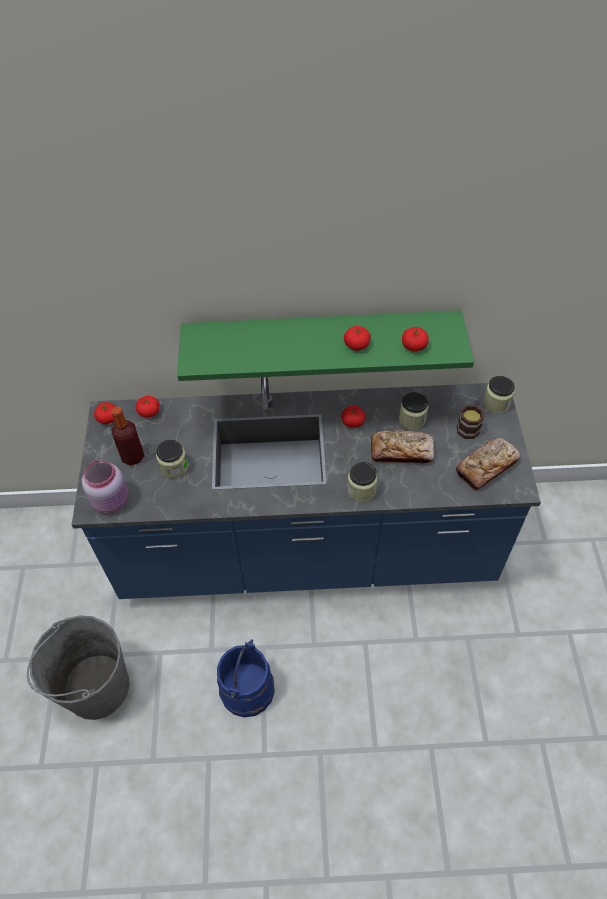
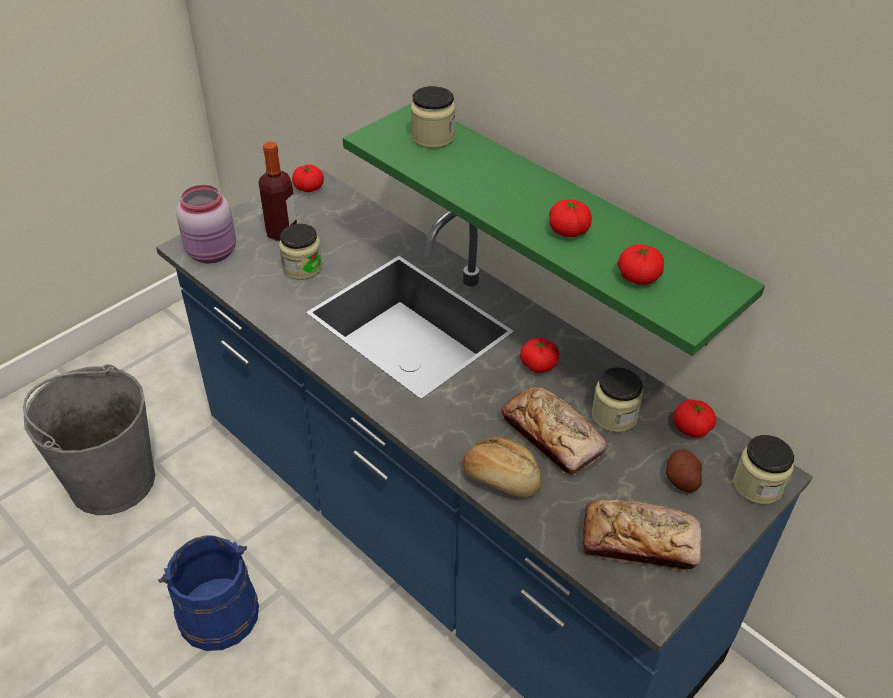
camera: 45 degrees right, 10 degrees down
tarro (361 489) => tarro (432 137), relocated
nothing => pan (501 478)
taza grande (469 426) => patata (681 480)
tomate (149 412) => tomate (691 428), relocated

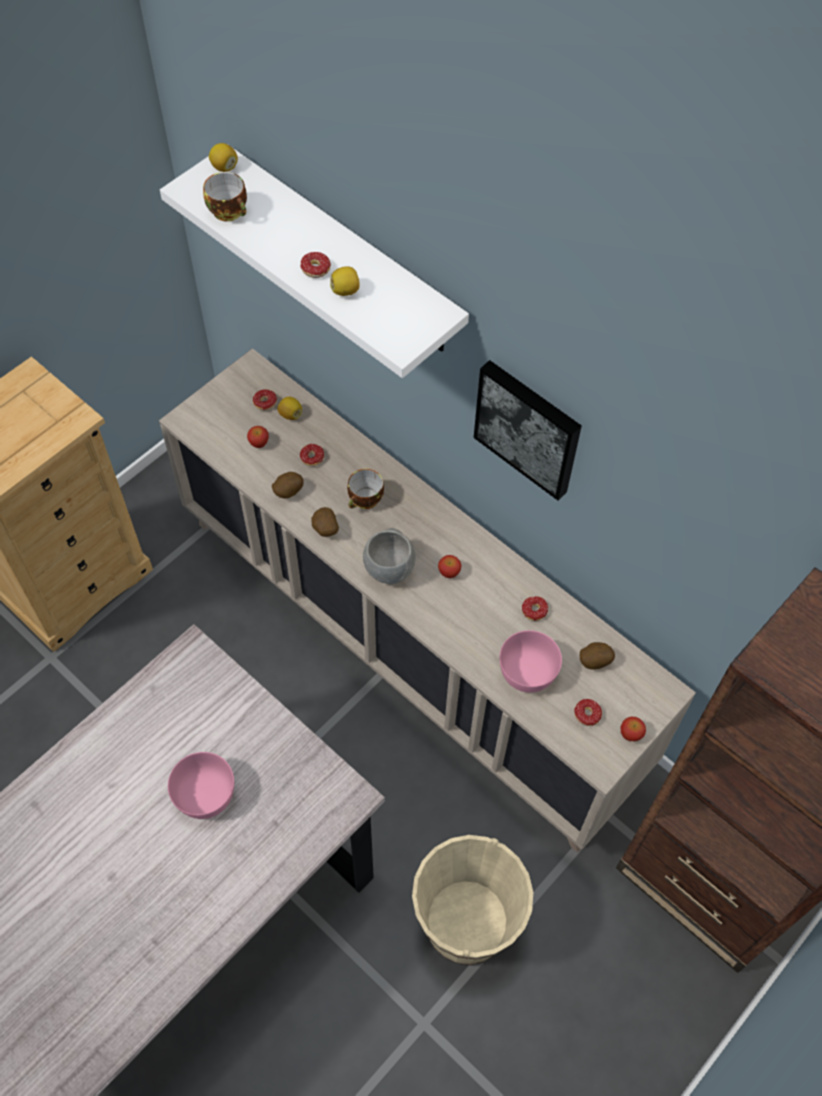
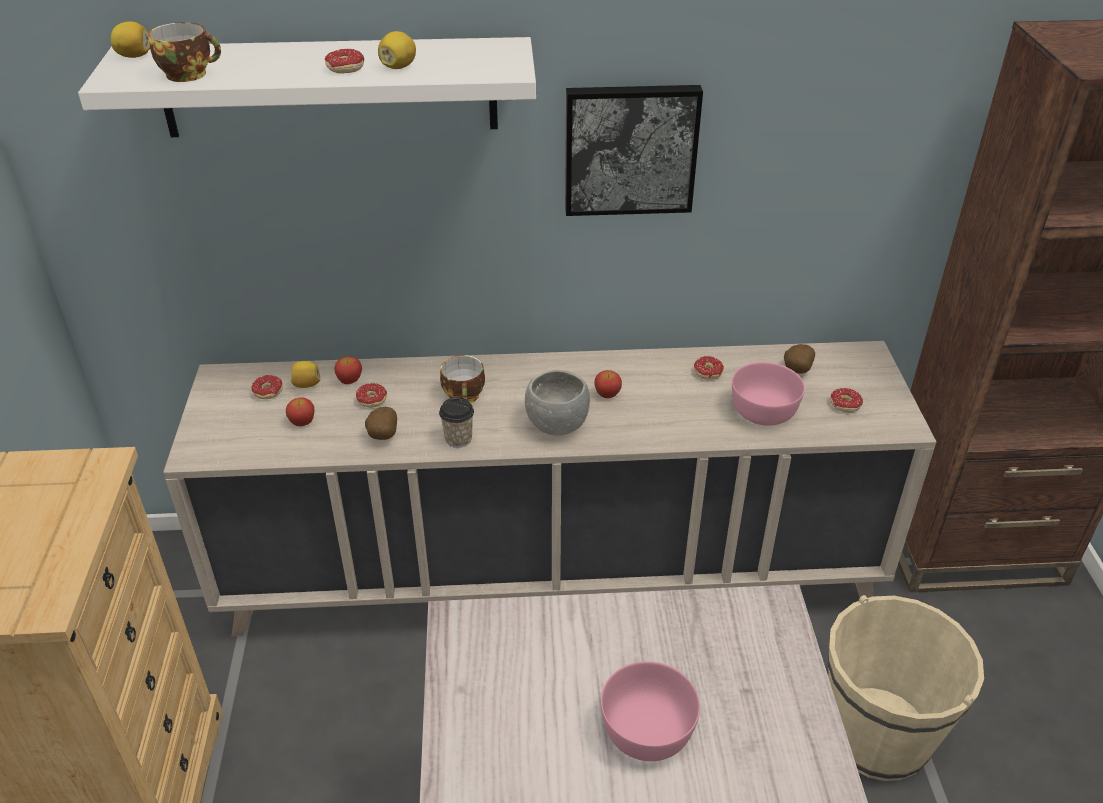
camera: 45 degrees left, 20 degrees down
manzana (631 734) => manzana (350 380), relocated
patata (325 530) => taza (458 439)

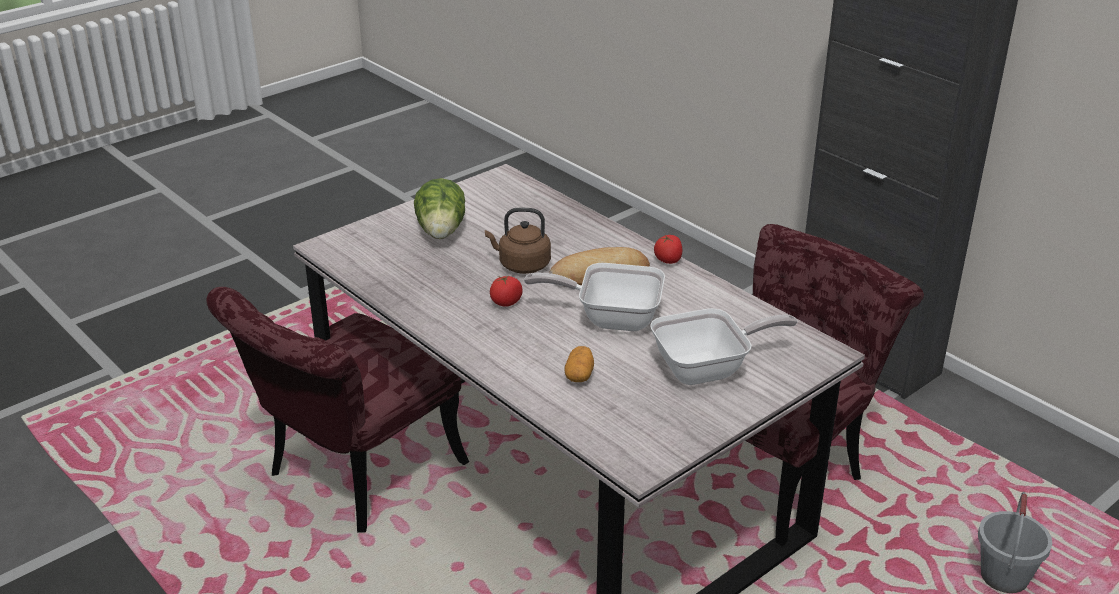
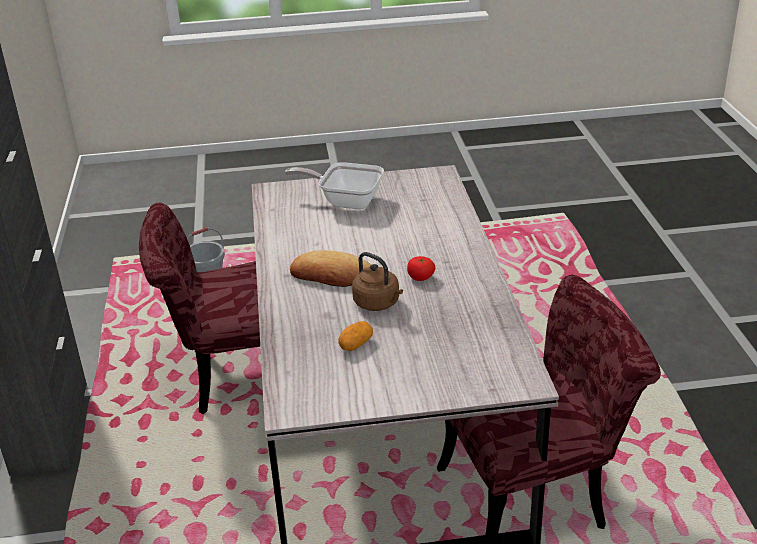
camera: 145 degrees left, 0 degrees up
patata (579 375) => patata (355 344), relocated
lechuga (441 233) => nothing
sartén (610 318) => nothing
tomate (668 260) => nothing

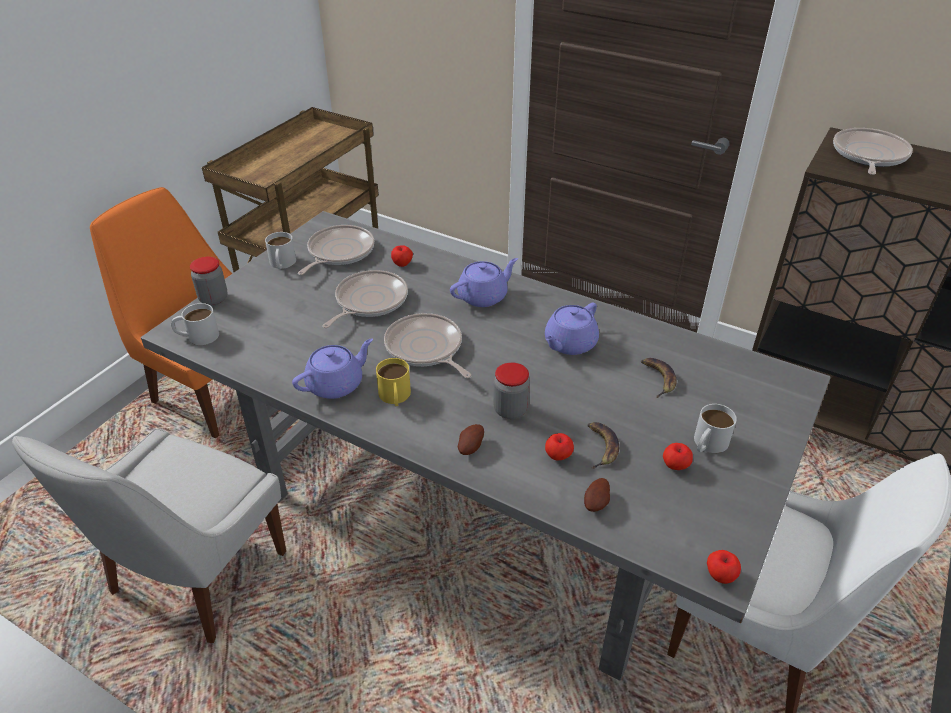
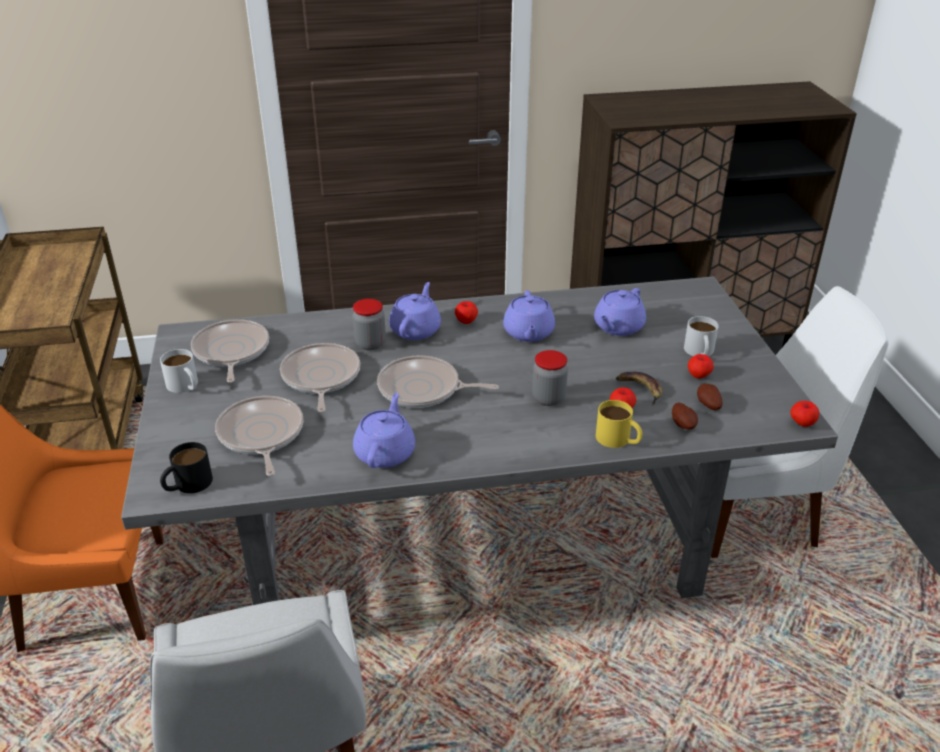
camera: 40 degrees left, 5 degrees down
taza grande (blanco) (197 336) => taza grande (negro) (187 484)
sartén (868 156) => sartén (261 435), relocated
tarro (213 299) => tarro (370 344), relocated
manzana (402 264) => manzana (466 321), relocated
plátano (658 378) => tetera (morado) (618 327)
taza grande (amarillo) (395 397) => taza grande (amarillo) (618 440), relocated
patata (470 447) => patata (707 405), relocated

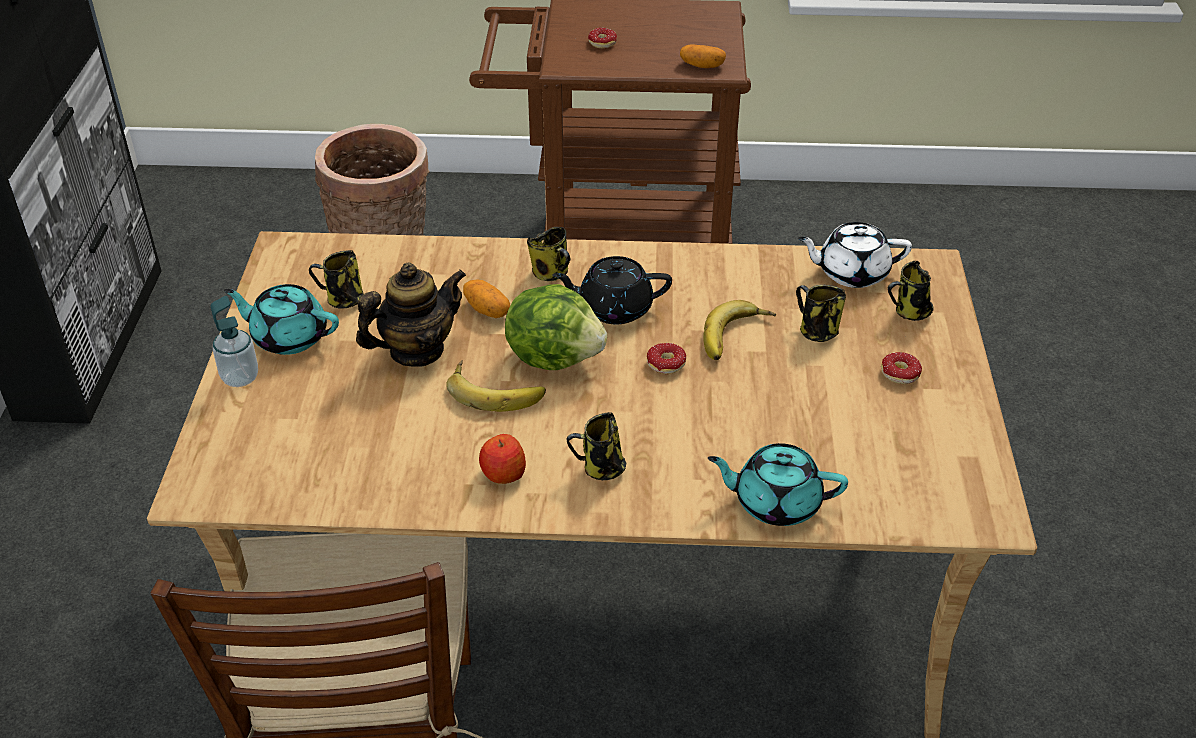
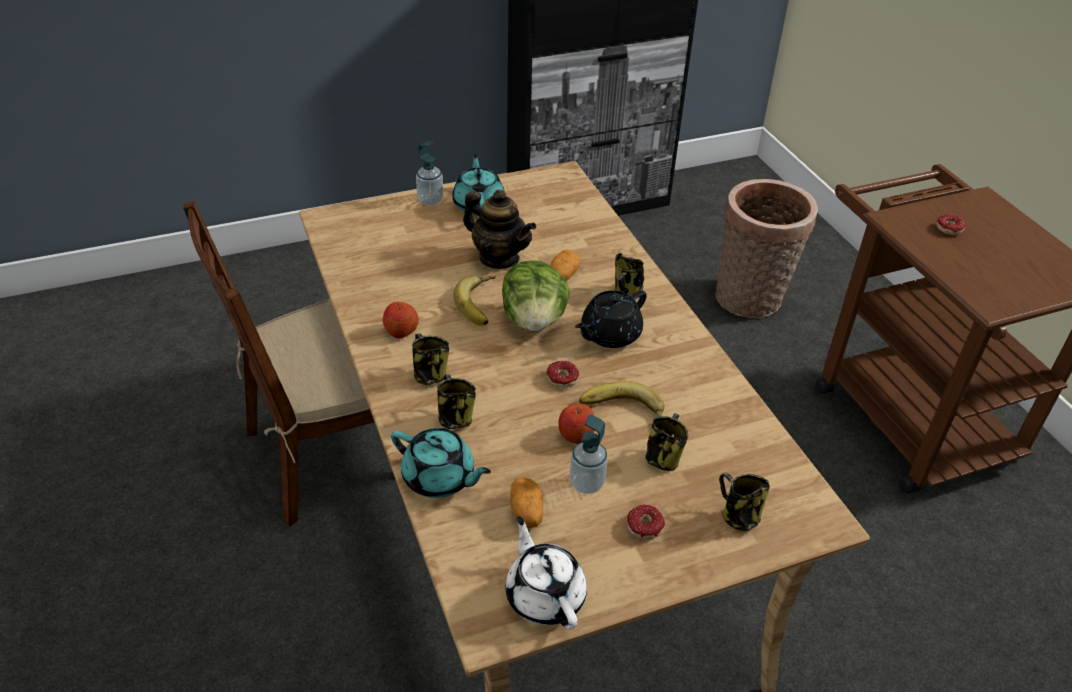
camera: 65 degrees right, 0 degrees up
tetera (turquesa) (775 502) => tetera (turquesa) (439 478), 135 degrees clockwise
taza grande (343 300) => taza grande (454 418), relocated
tetera (blanco) (851 272) => tetera (blanco) (544 595), relocated
patata (702 66) => patata (526 512), relocated
nothing => manzana (576 435)
nothing => dispensador de jabón (586 483)
tetera (negro) (613 308) => tetera (negro) (609 334), 105 degrees counterclockwise

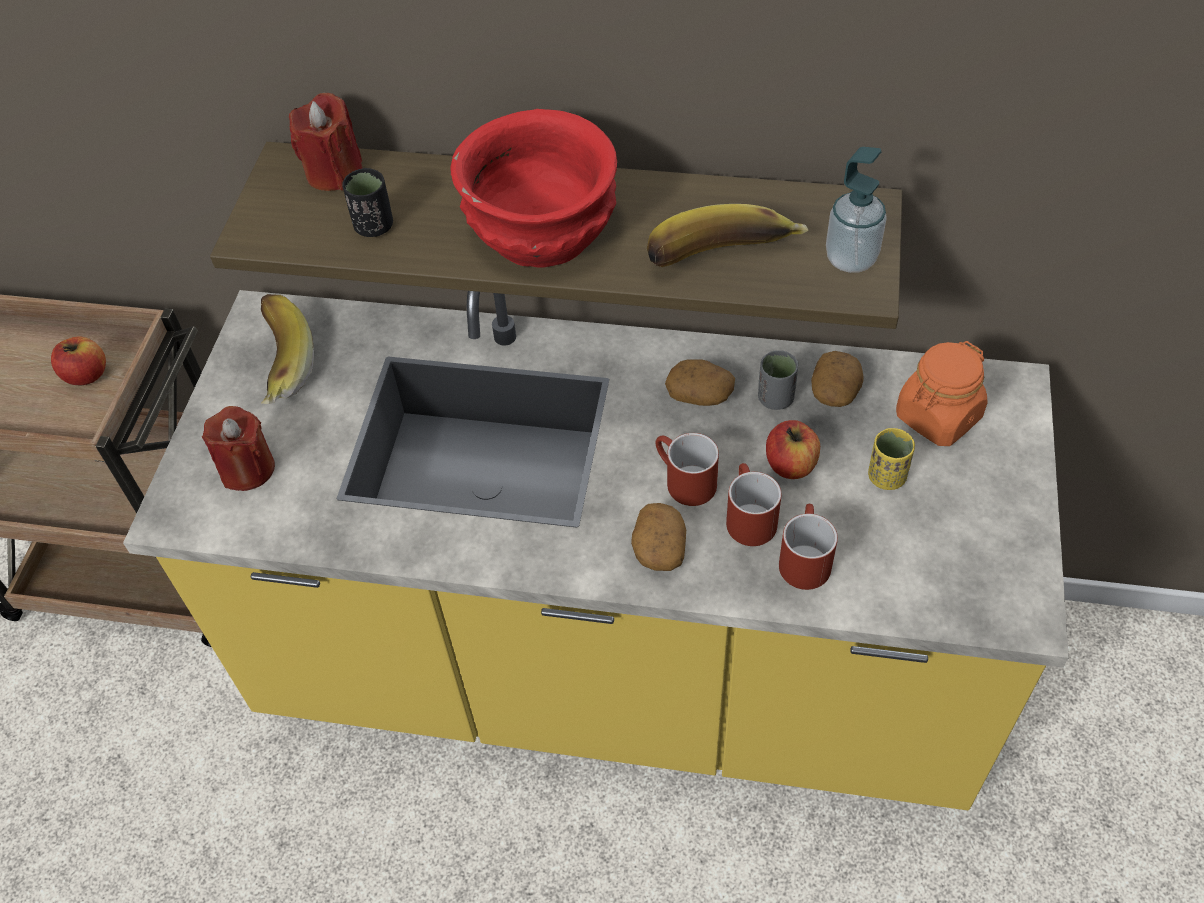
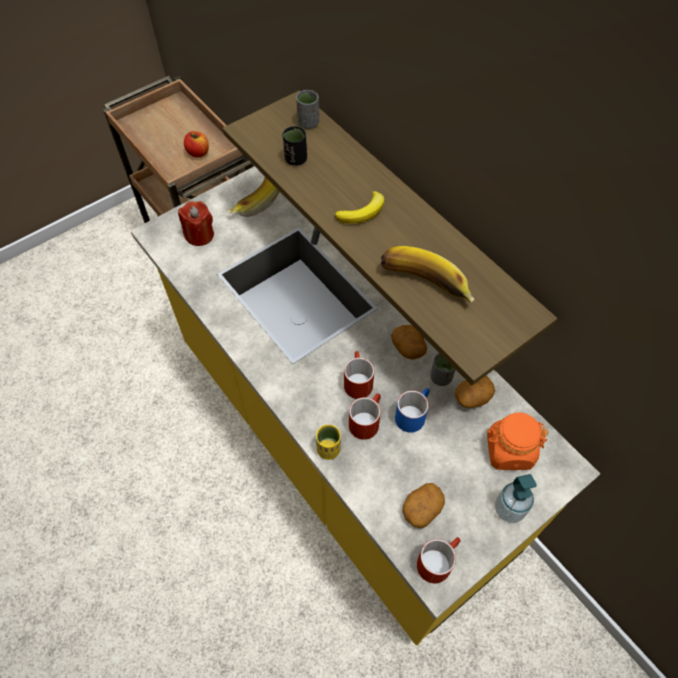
camera: 40 degrees right, 5 degrees up
vela (rojo) (334 172) => taza (gris) (308 123)
taza (amarillo) (886 477) => taza (amarillo) (328 449), relocated
cuenco (rojo) (544 229) => plátano (363 212)
manzana (791 464) => taza grande (azul) (412 413)
patata (659 548) => patata (422 508), relocated
taza grande (rojo) (803 558) => taza grande (rojo) (437 560), relocated
dispensador de jabón (851 259) => dispensador de jabón (509 509), relocated

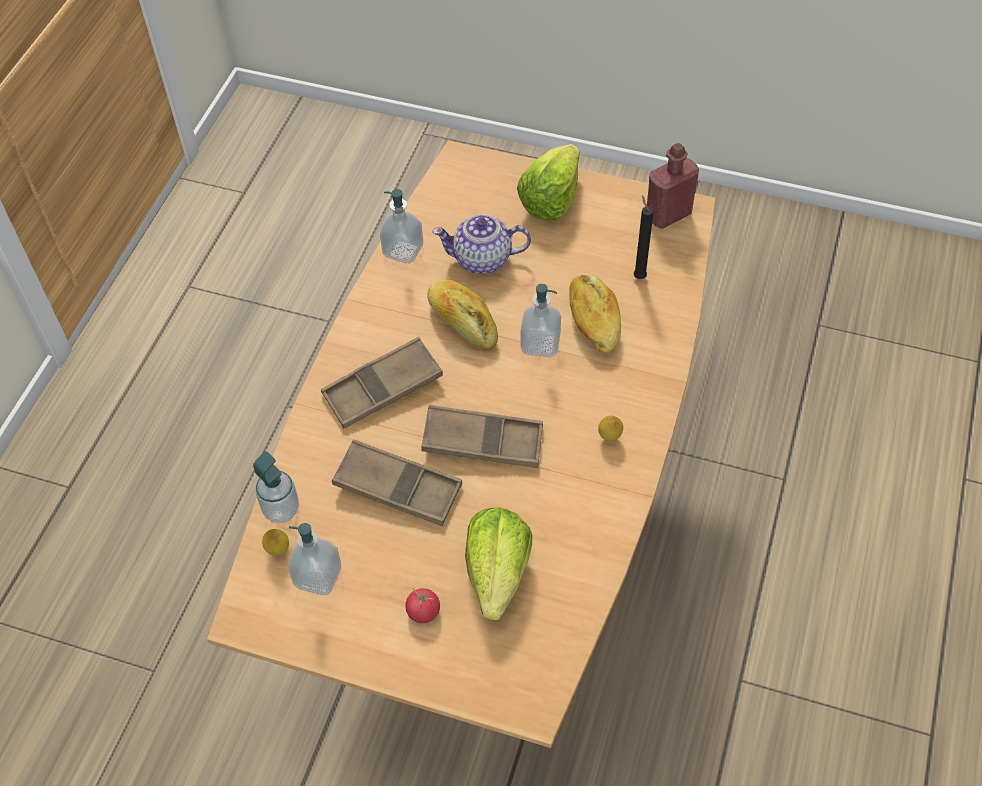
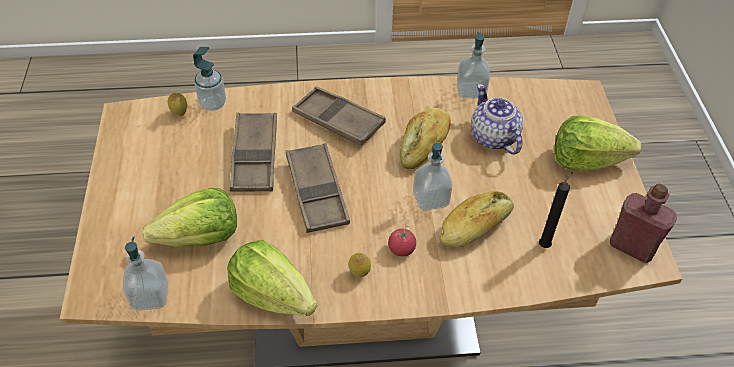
camera: 65 degrees right, 5 degrees down
dispensador de jabón (318 576) => dispensador de jabón (150 296), relocated
nothing => lechuga (272 295)
tomate (423 611) => tomate (401 249), relocated

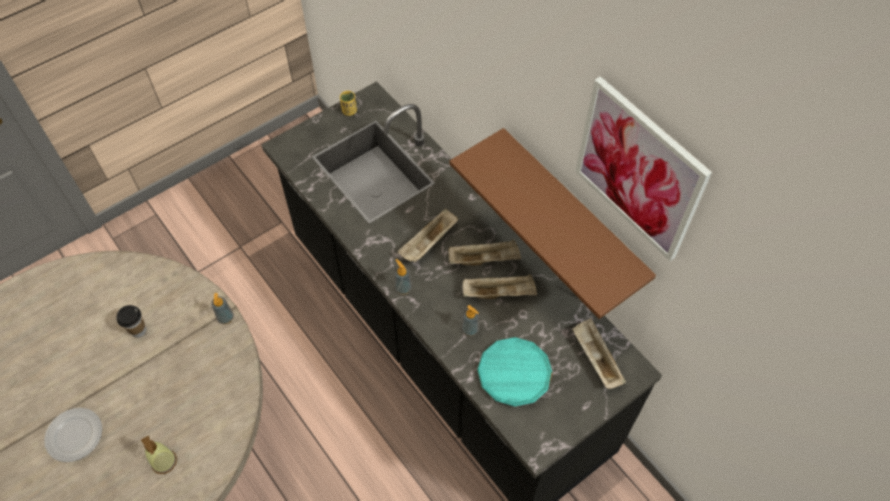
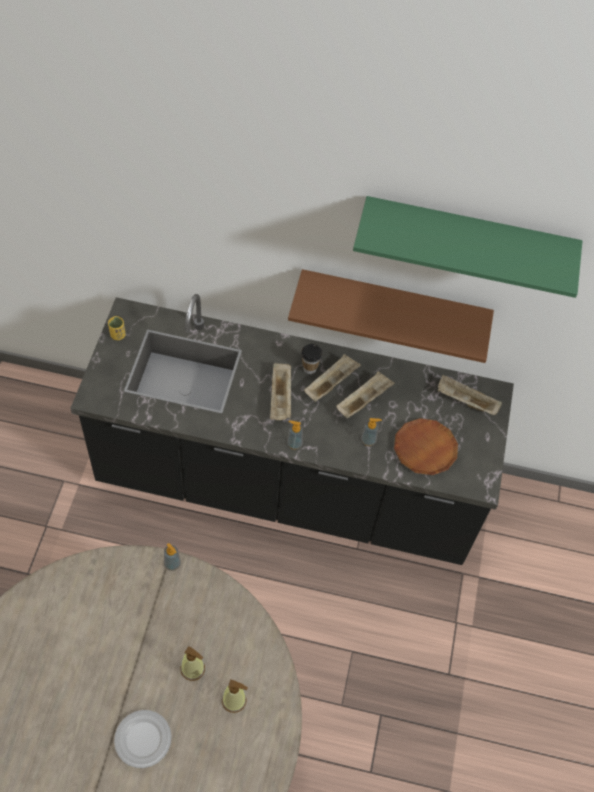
camera: 45 degrees left, 0 degrees up
nothing => dispensador de jabón (193 669)
taza (138 330) => taza (309 368), relocated
cuadro (639 170) => estante (verde) (467 238)
plato (turquesa) (514 373) => plato (marrón) (425 449)

